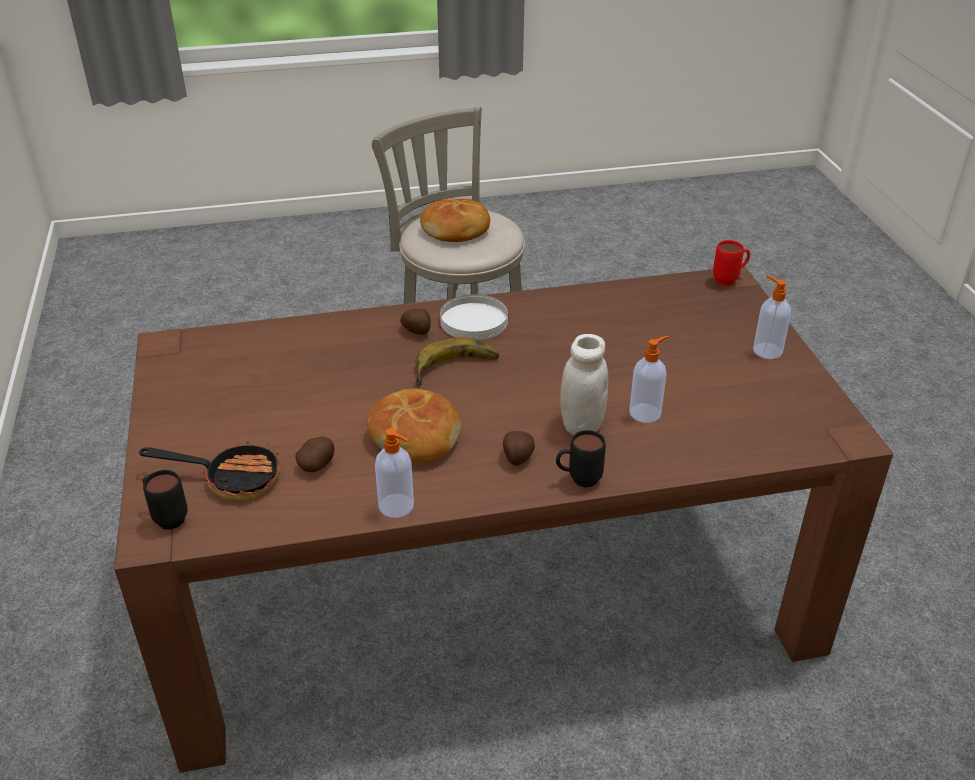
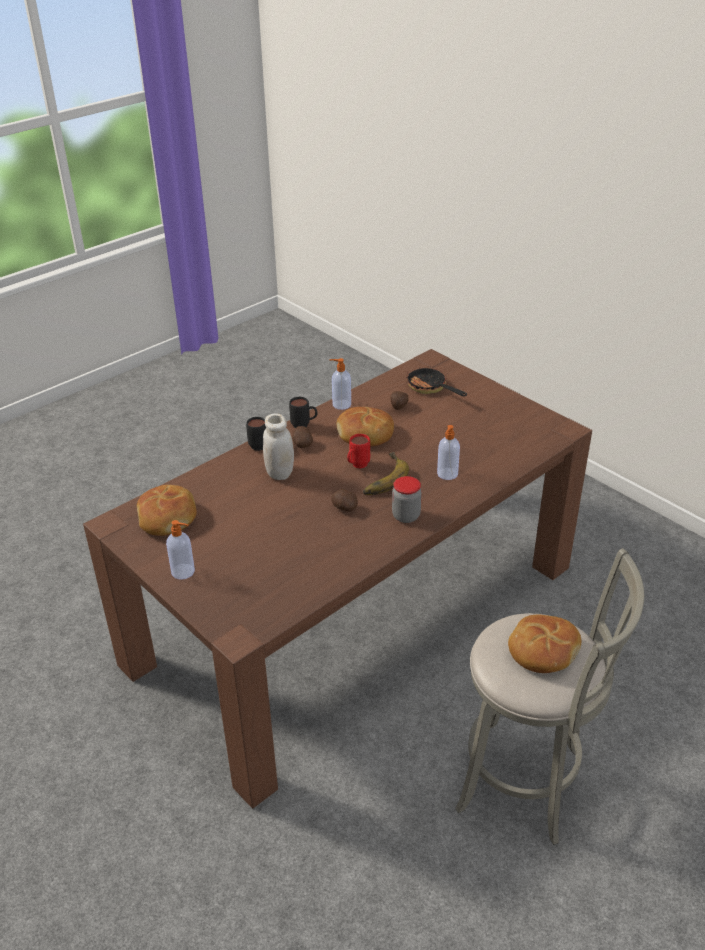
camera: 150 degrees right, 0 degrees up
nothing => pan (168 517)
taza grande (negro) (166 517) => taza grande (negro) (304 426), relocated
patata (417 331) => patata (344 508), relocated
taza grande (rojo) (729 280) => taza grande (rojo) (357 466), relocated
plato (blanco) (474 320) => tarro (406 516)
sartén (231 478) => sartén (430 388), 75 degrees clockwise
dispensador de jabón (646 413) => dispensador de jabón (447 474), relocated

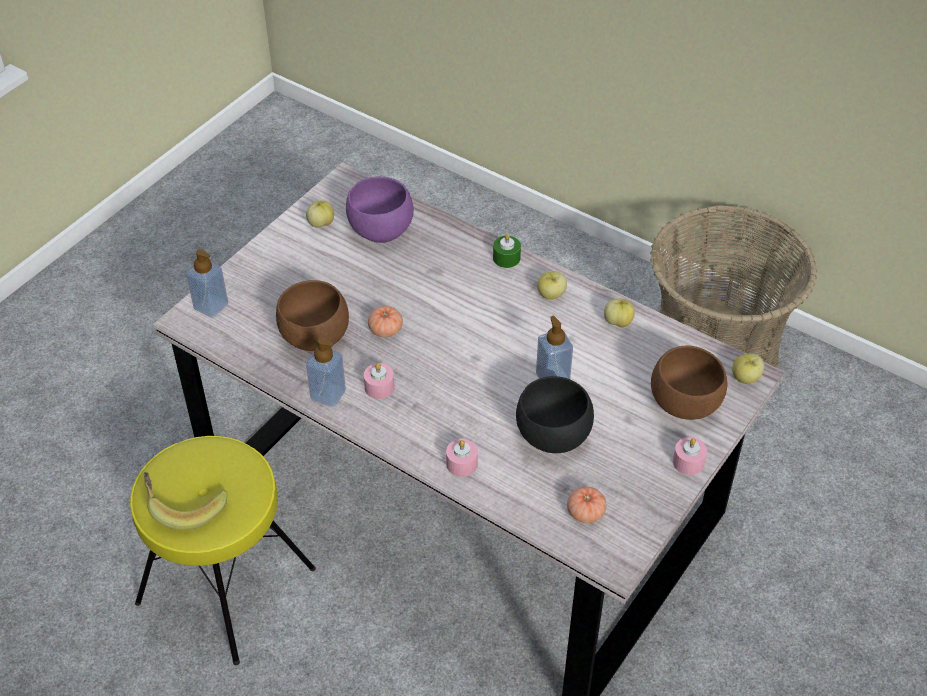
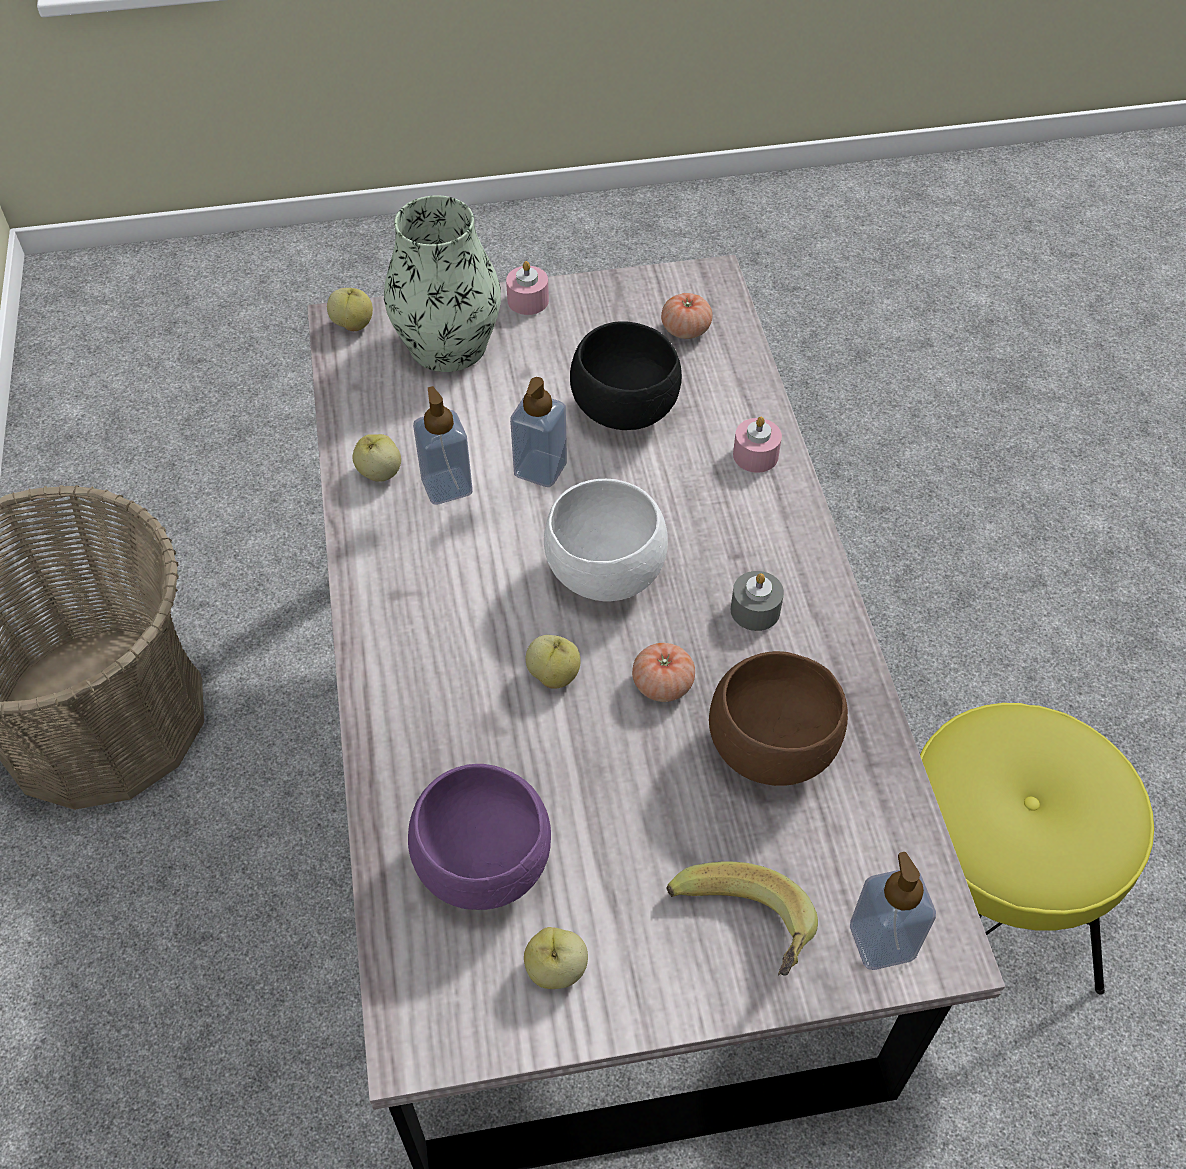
camera: 135 degrees left, 5 degrees up
cuenco (marrón) (686 404) => florero (448 345)
dispensador de jabón (328 394) => dispensador de jabón (447 486), relocated
manzana (551 295) => manzana (554 674), relocated
nothing => cuenco (blanco) (606 577)
plátano (185 506) => plátano (740 935), relocated
vela (rosa) (379 387) => vela (gris) (755 610)
vela (verde) (506 258) => nothing

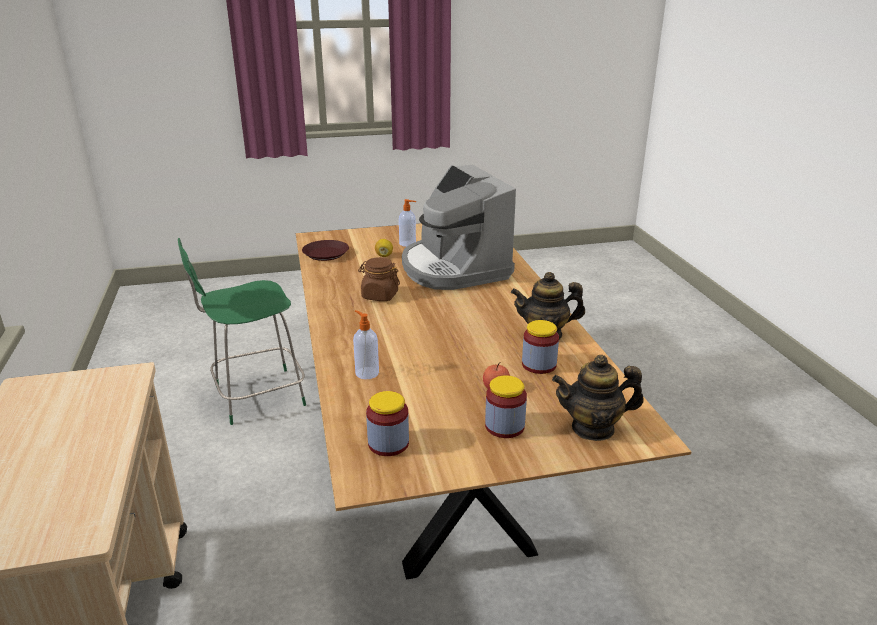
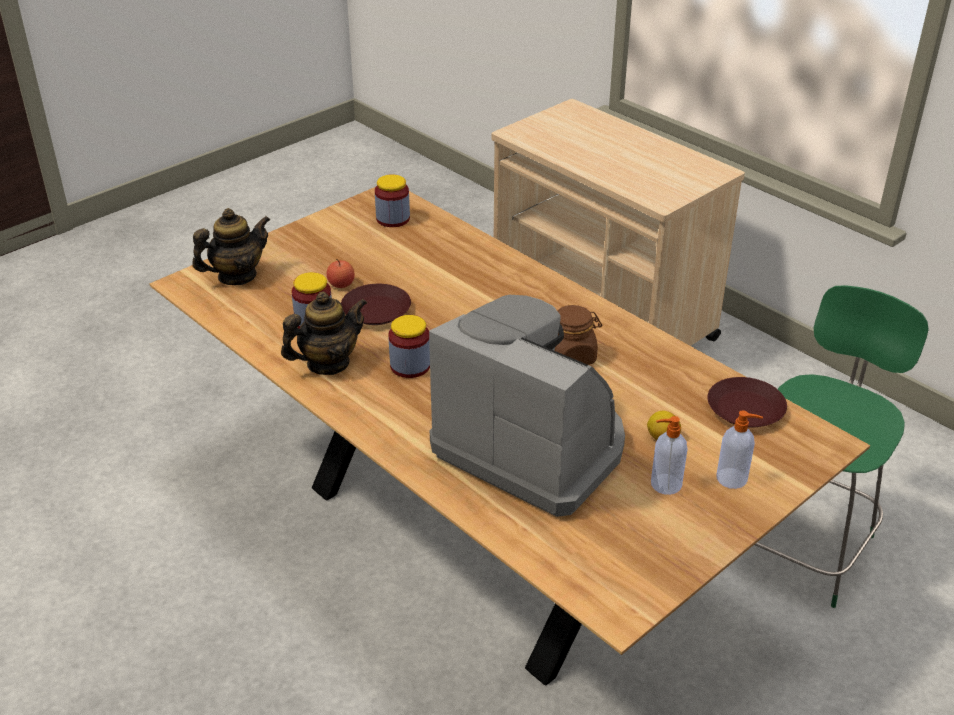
camera: 150 degrees right, 10 degrees up
nothing => plato (marrón) (375 310)
tarro (504 426) => tarro (410 366), relocated
dispensador de jabón (366 373) => dispensador de jabón (733 479), relocated

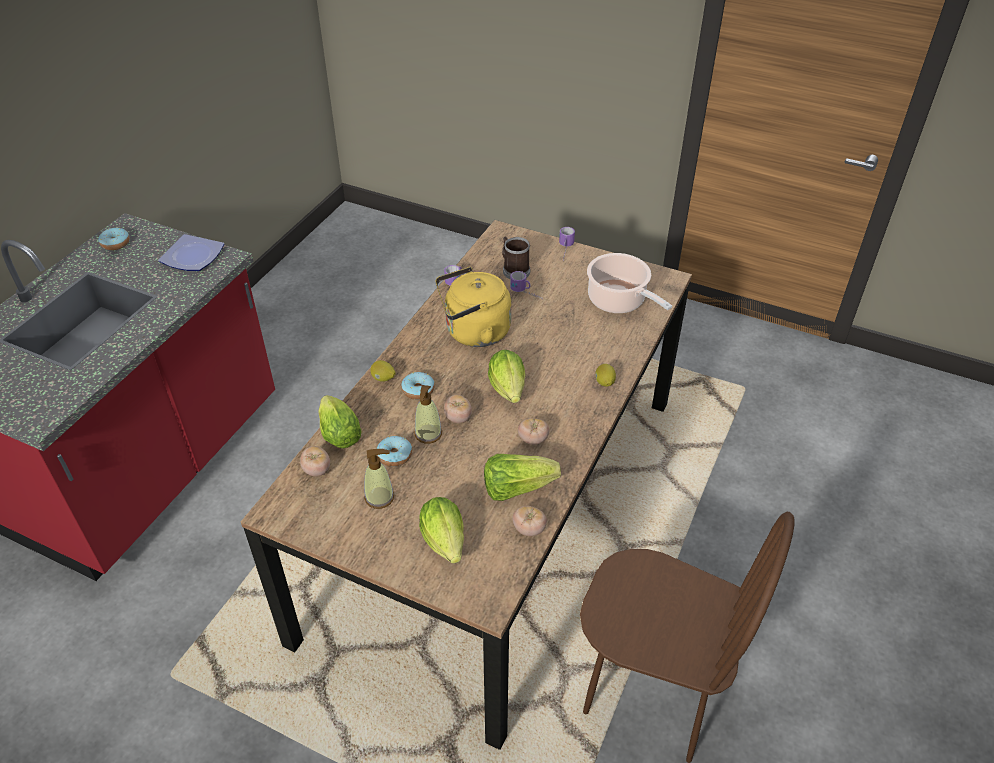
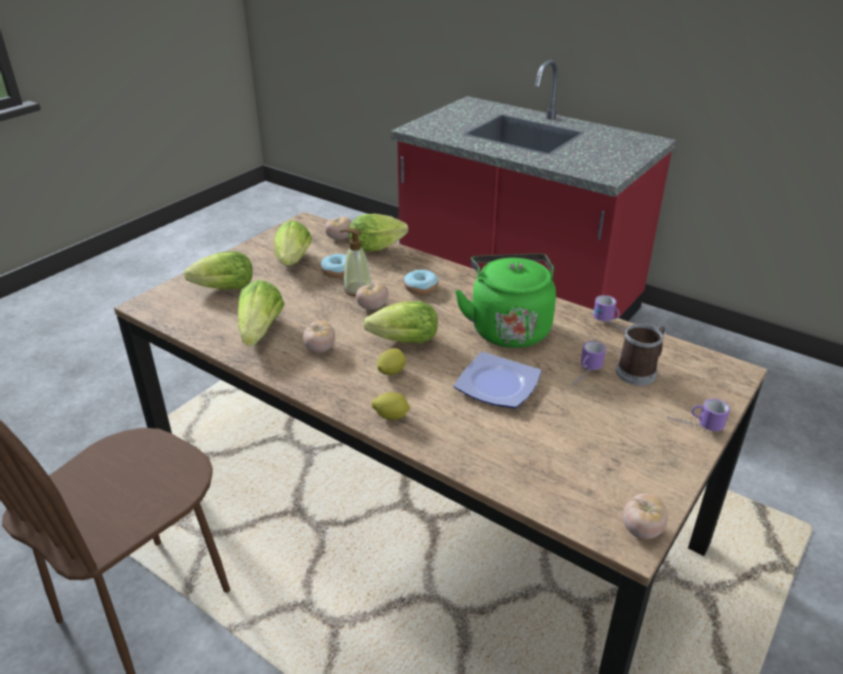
camera: 100 degrees right, 10 degrees down
dispensador de jabón (380 497) => lechuga (292 263)
limón (383 378) => limón (391 372), relocated
plato (194 256) => plato (498 386), relocated
hervidor (amarillo) (473 332) => hervidor (verde) (508 328)
tomate (529 529) => tomate (641 530), relocated
rosquilla (115 243) => nothing
olla (619 301) => nothing

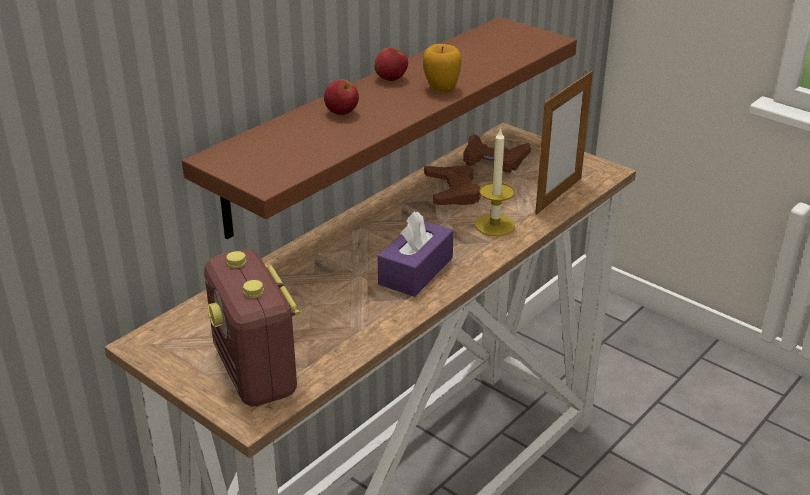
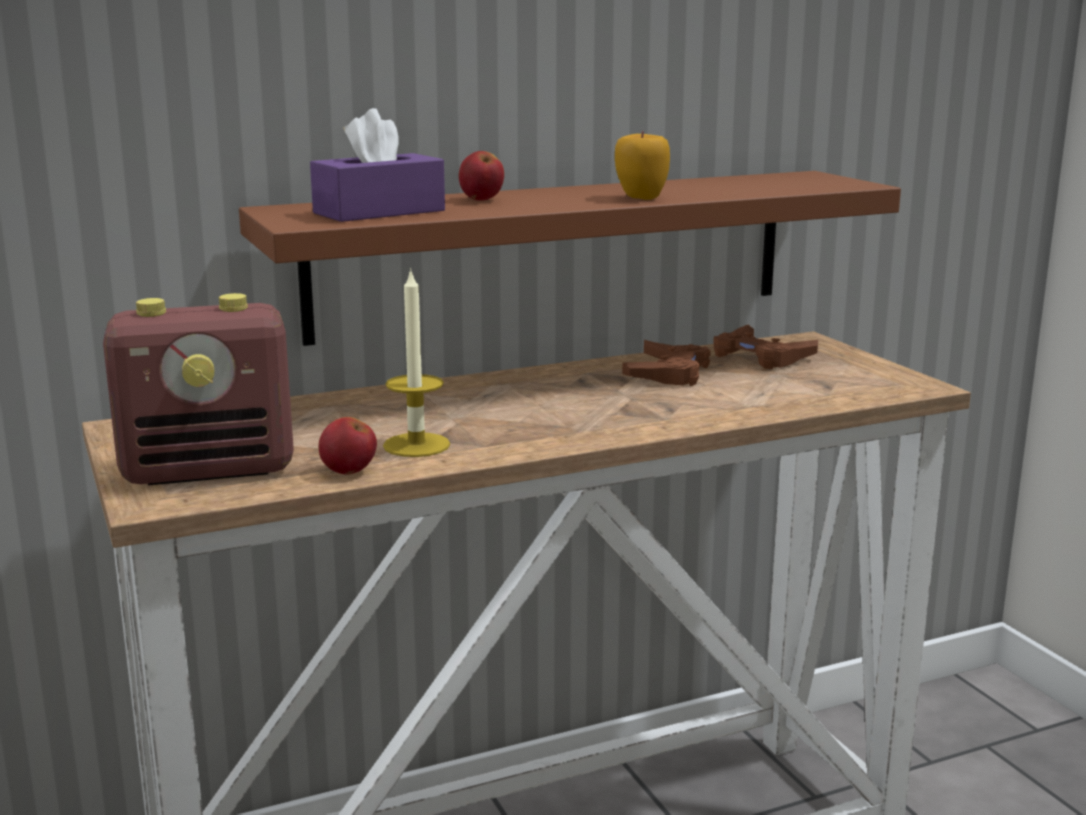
camera: 25 degrees right, 15 degrees down
radio (256 373) => radio (210 470), 105 degrees counterclockwise
caja de pañuelos (morado) (416 271) => caja de pañuelos (morado) (379 212), relocated
manzana (391 79) => manzana (349 472), relocated
vela (495 225) => vela (416 445), relocated
portarretratos (558 195) => nothing

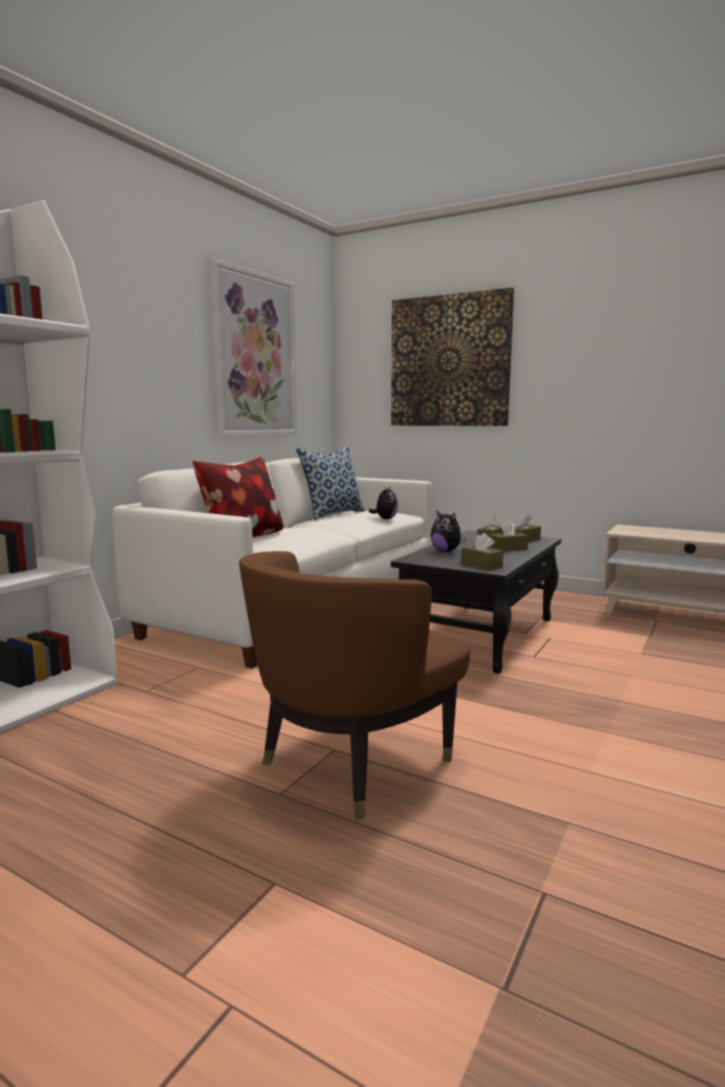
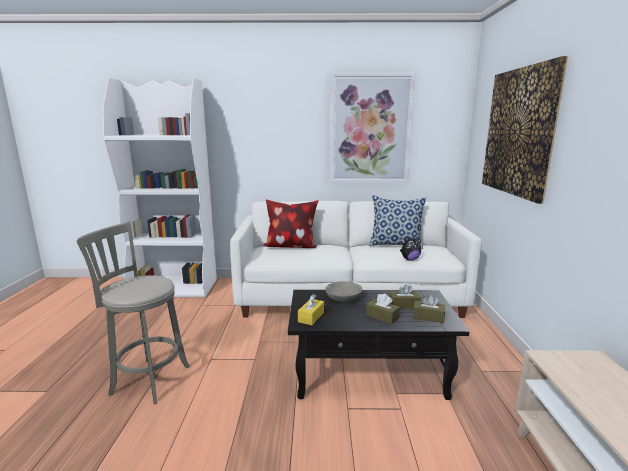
camera: 60 degrees right, 5 degrees up
sillón (marrón) (353 763) => taburete (gris) (147 379)
caja de pañuelos (marrón) (481 565) => caja de pañuelos (amarillo) (311 317)
peluche (446 551) => cuenco (gris) (343 298)

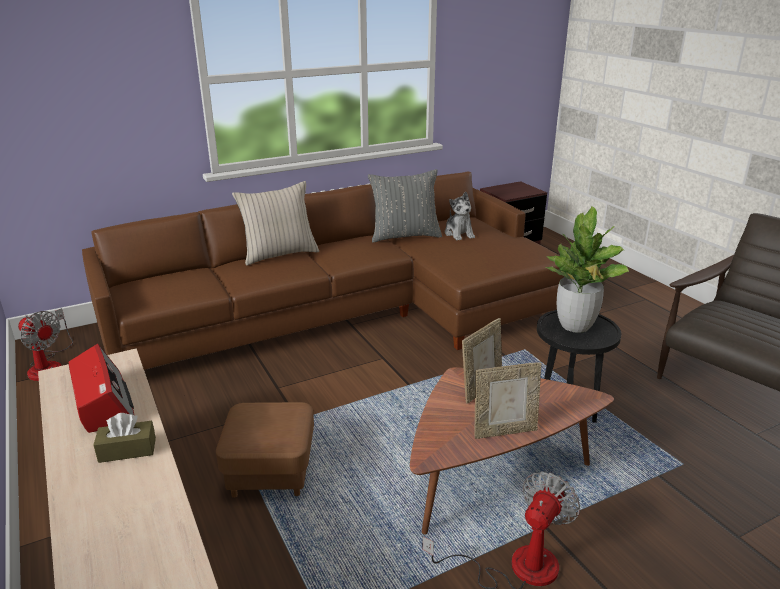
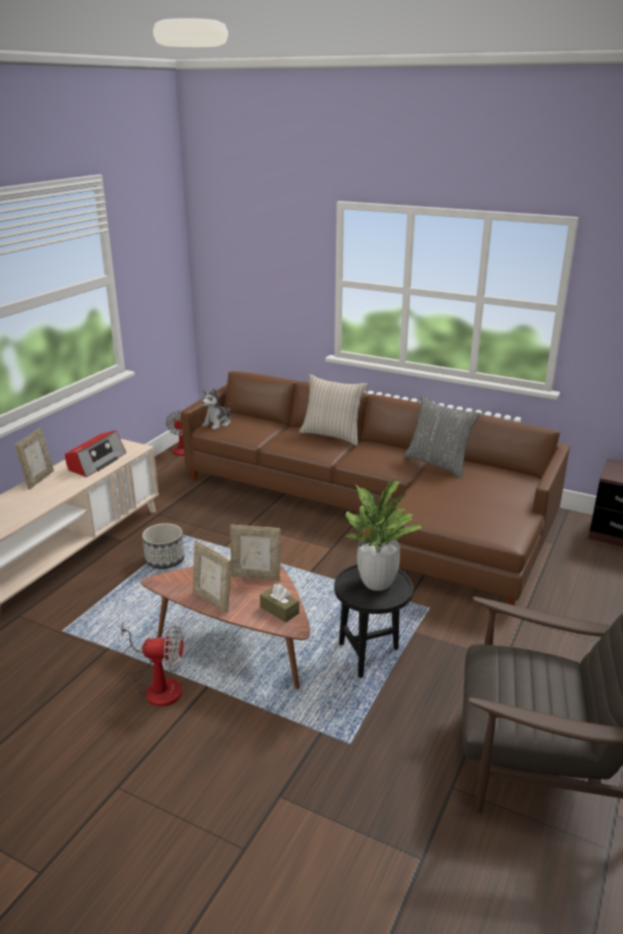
camera: 55 degrees right, 0 degrees up
nothing => portarretratos (38 479)
puf (marrón) (271 473) => maceta (165 560)
peluche (459 234) => peluche (217 423), relocated
caja de pañuelos (marrón) (127 450) => caja de pañuelos (marrón) (279 610), relocated

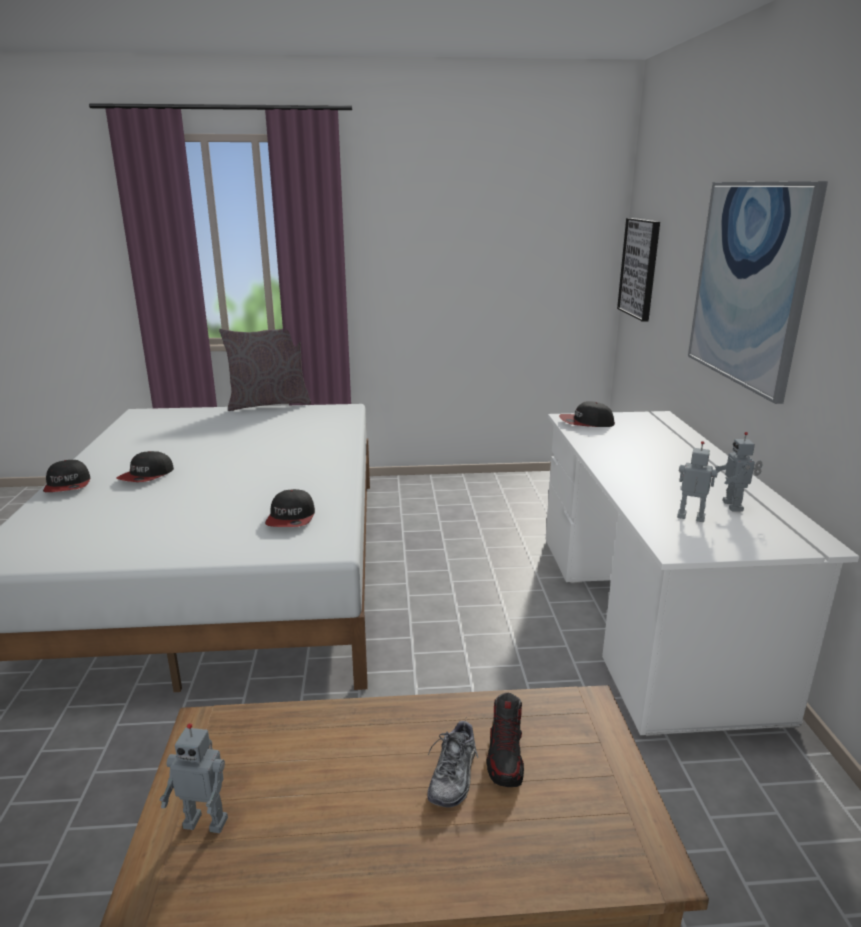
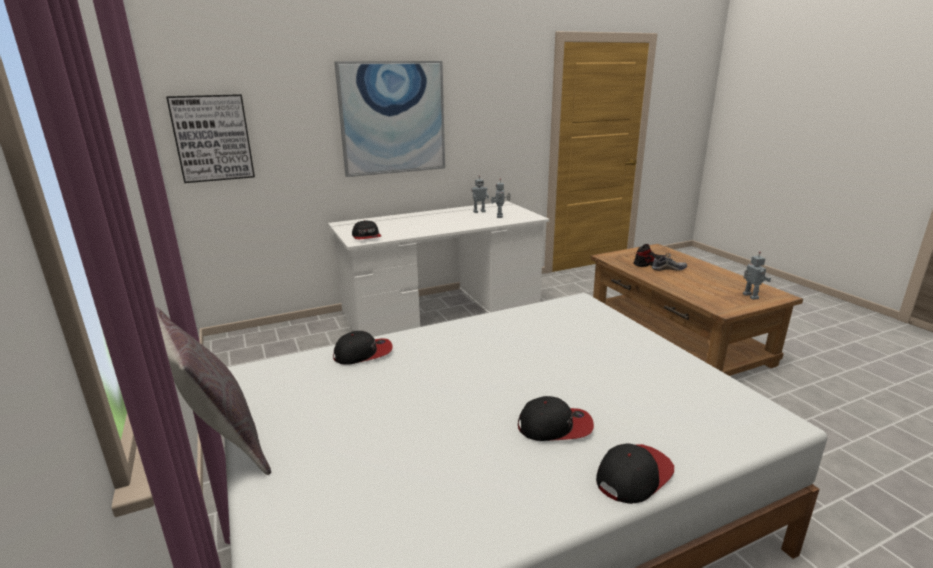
camera: 110 degrees left, 0 degrees up
gorra (291 518) => gorra (363 353), relocated

